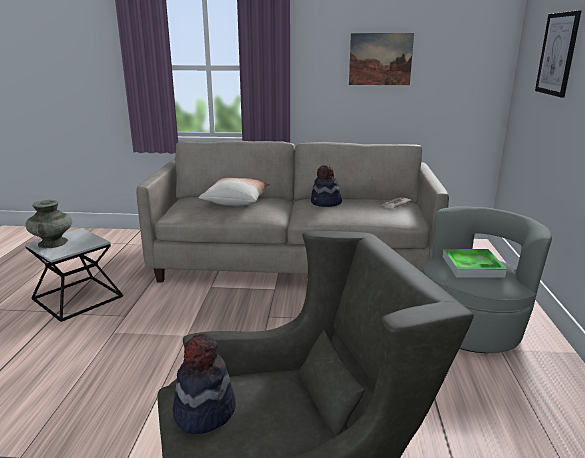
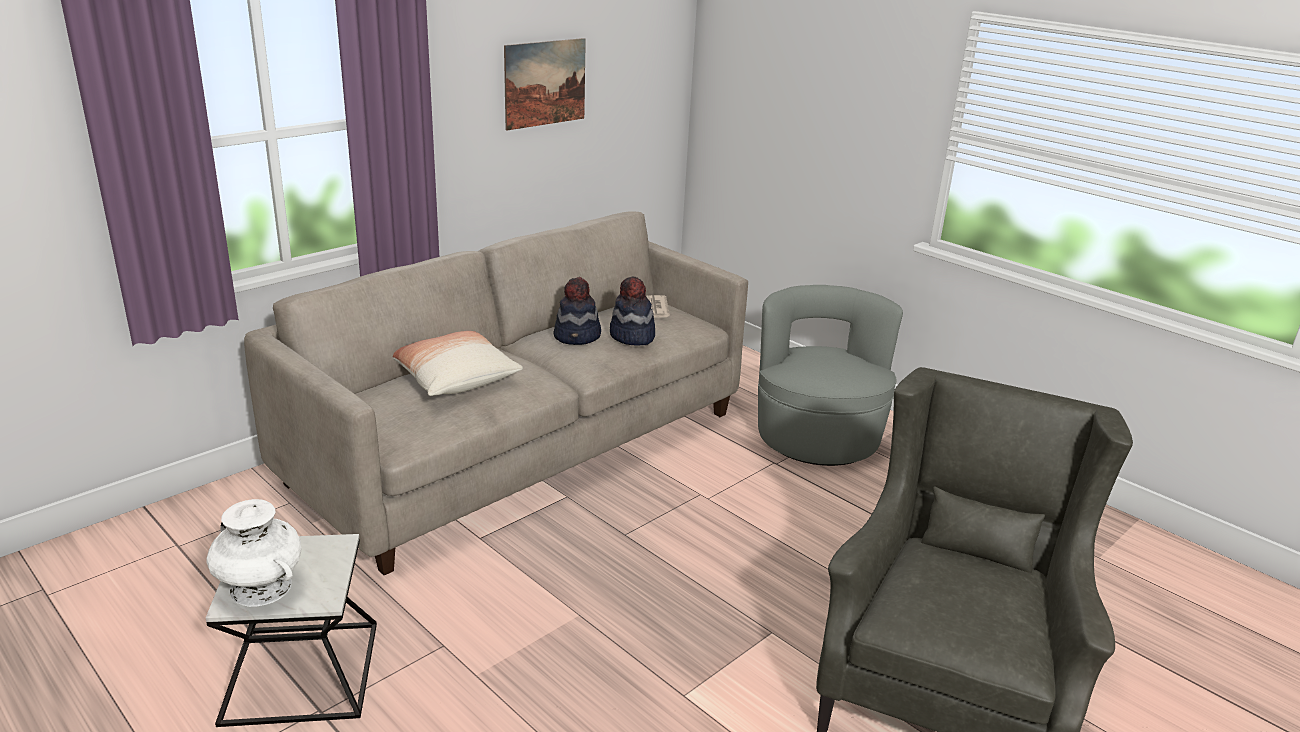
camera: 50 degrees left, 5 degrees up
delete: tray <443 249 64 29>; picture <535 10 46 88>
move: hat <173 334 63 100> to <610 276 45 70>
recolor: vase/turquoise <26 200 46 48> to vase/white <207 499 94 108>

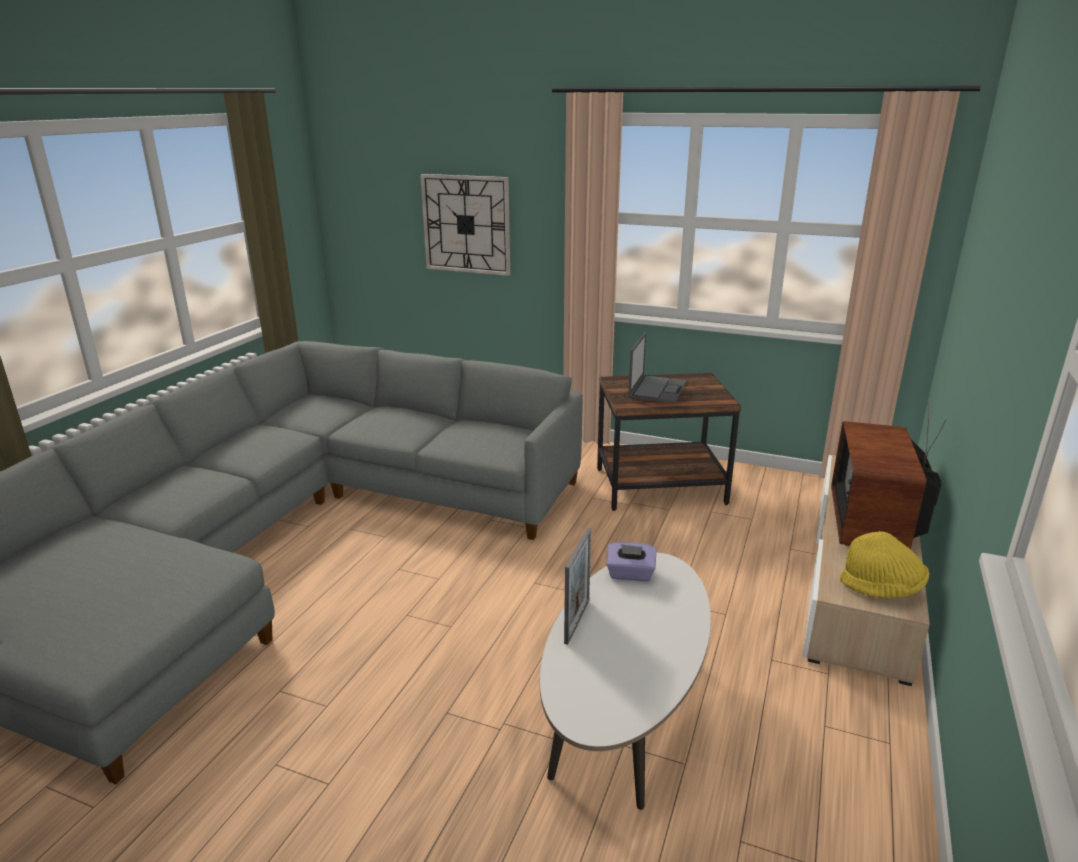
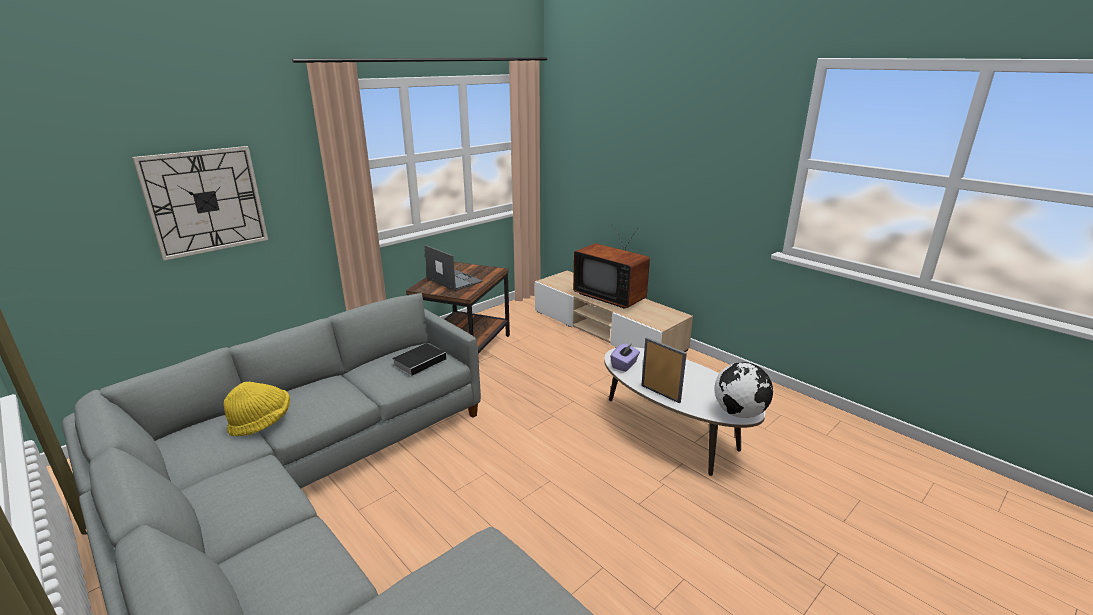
camera: 65 degrees left, 0 degrees up
insert: book <392 343 59 33>; globe <714 362 59 56>
move: hat/yellow <840 531 89 67> to <224 382 66 54>

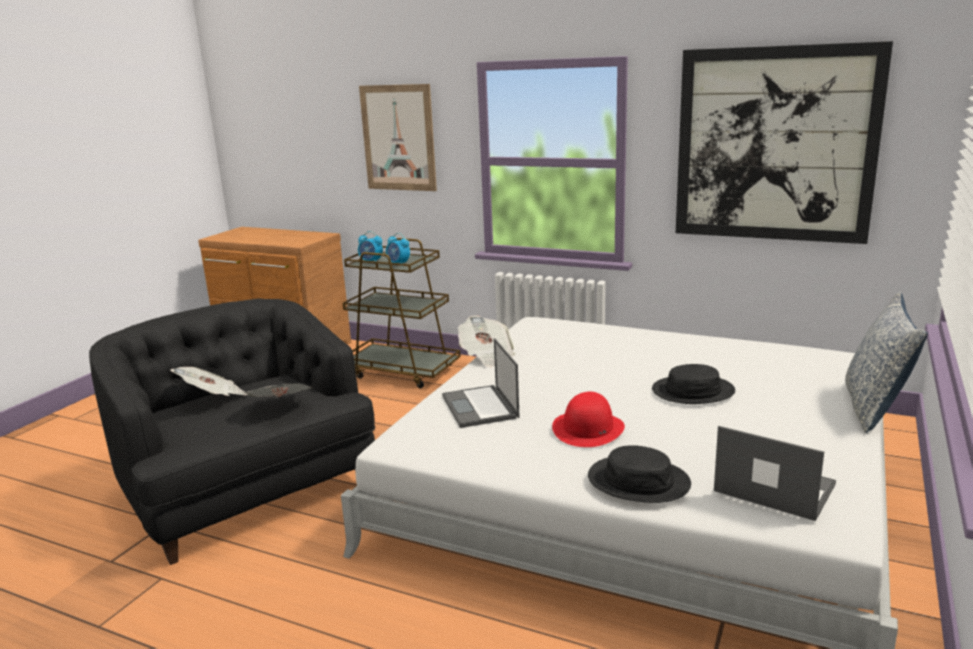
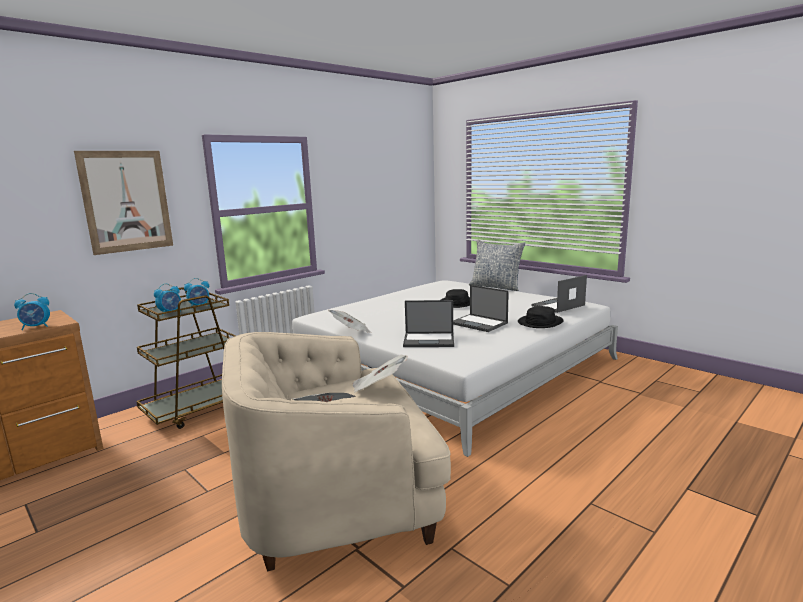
camera: 70 degrees left, 5 degrees down
delete: picture <676 41 217 203>
insert: alarm clock <14 293 36 37>
replace: hat/red <552 392 73 55> to laptop <453 285 56 47>
recolor: armchair/black <89 298 286 267> to armchair/beige <222 332 229 240>

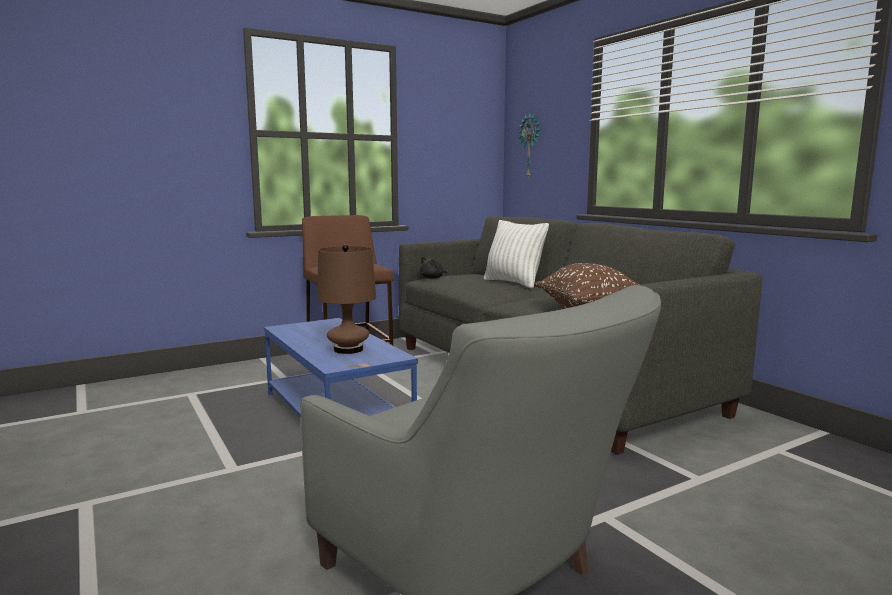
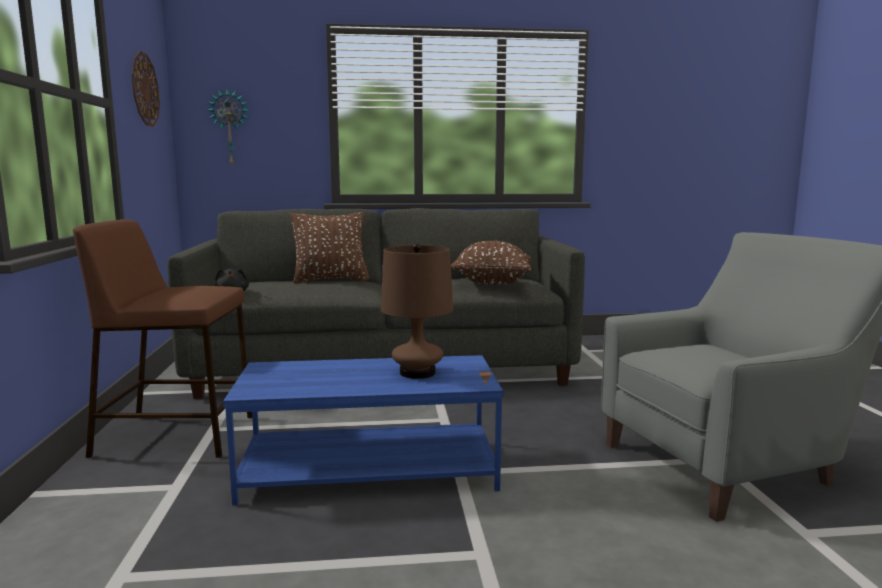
camera: 65 degrees left, 0 degrees up
insert: wall clock <132 51 28 76>
recolor: pillow/white <484 220 65 68> to pillow/brown <290 212 79 72>

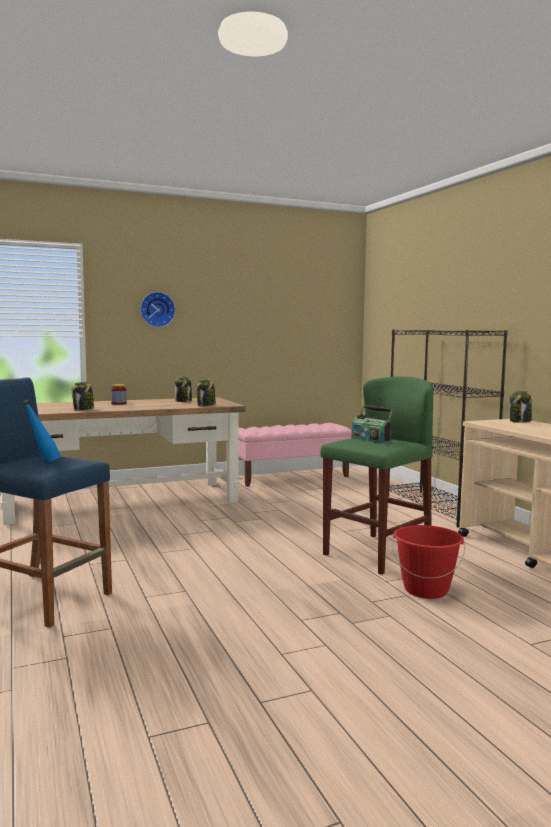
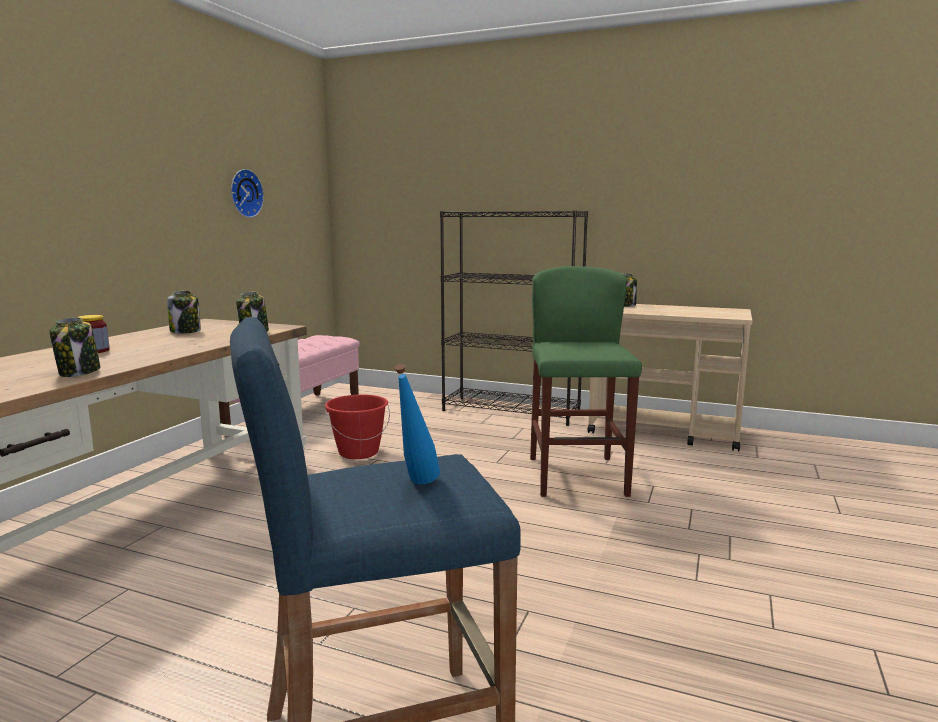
camera: 45 degrees left, 5 degrees up
delete: radio <352 406 41 38>
move: wall clock <140 292 35 36> to <231 169 33 49>; bucket/red <392 525 73 74> to <325 395 65 64>

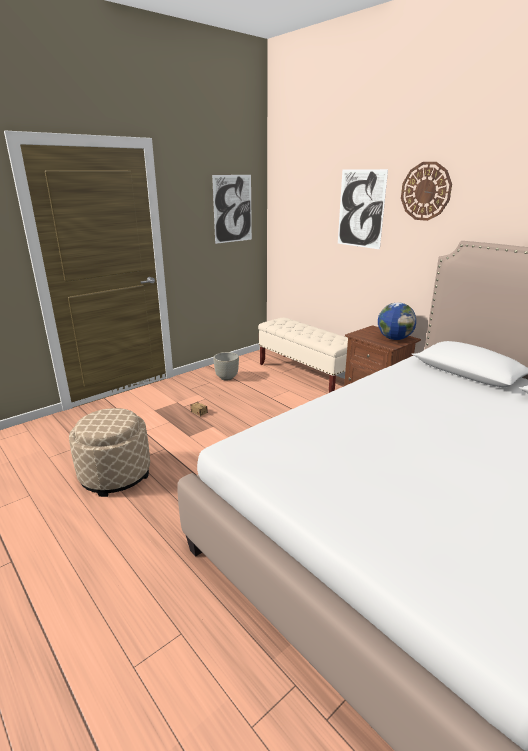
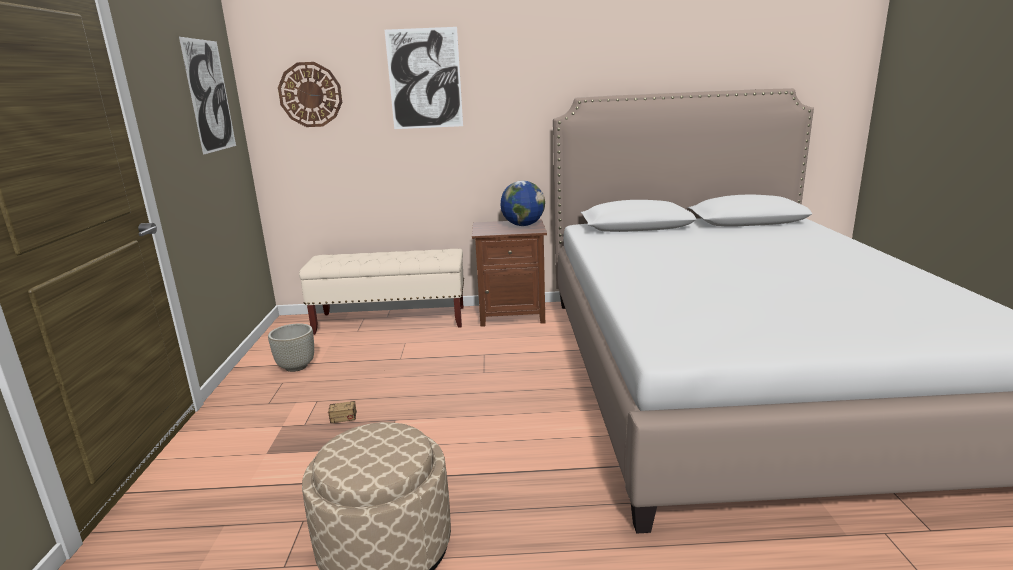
camera: 50 degrees left, 5 degrees down
move: wall clock <401 162 51 59> to <278 62 64 65>

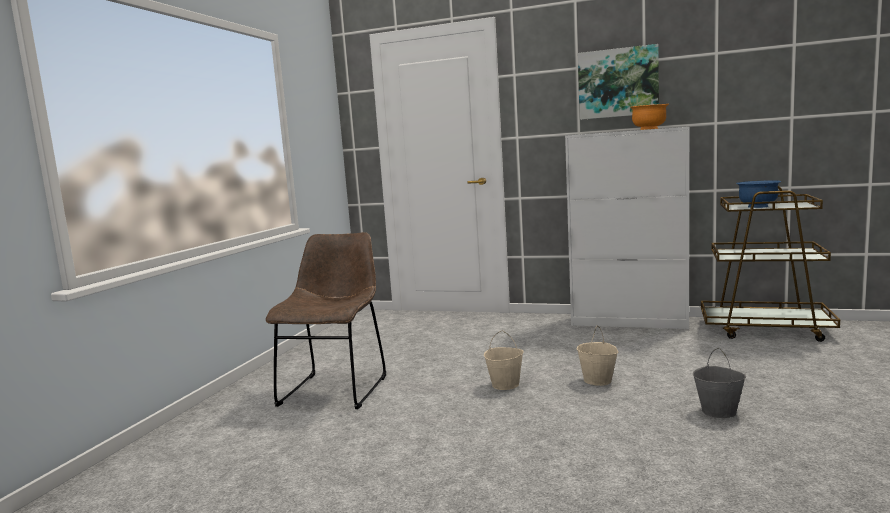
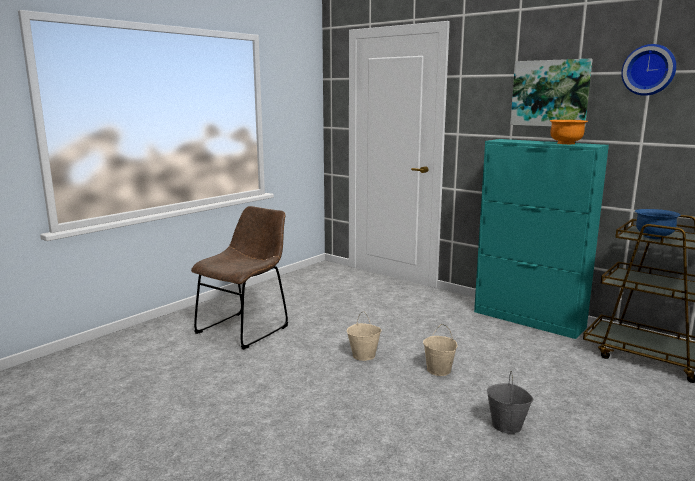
camera: 20 degrees right, 5 degrees up
insert: wall clock <621 44 55 52>
recolor: cabinet/white <565 127 124 202> to cabinet/turquoise <474 139 135 200>

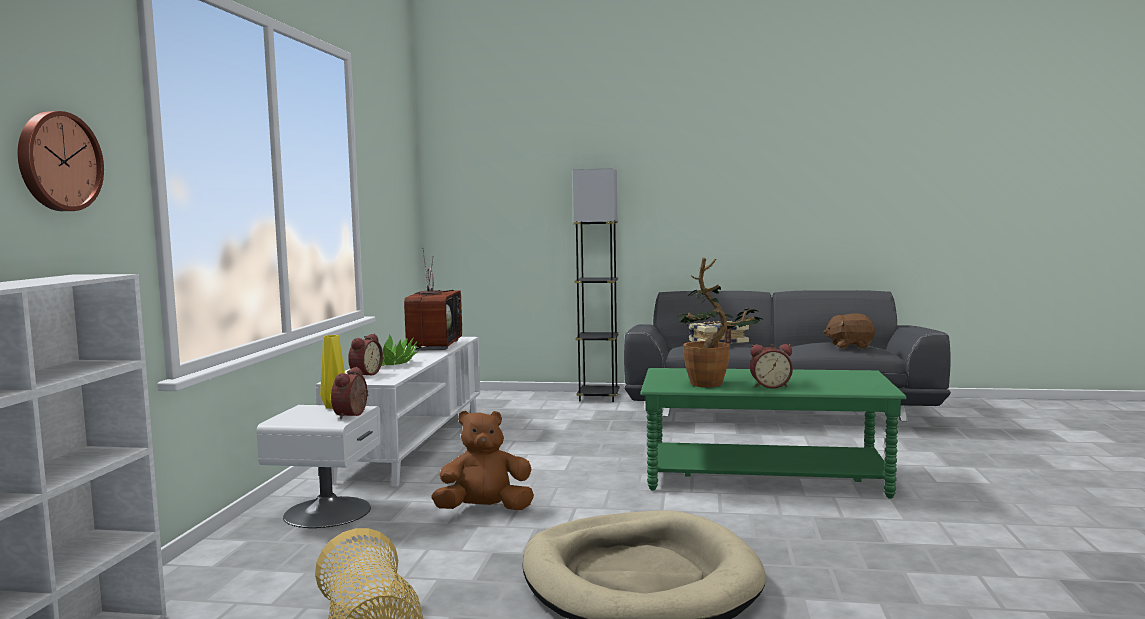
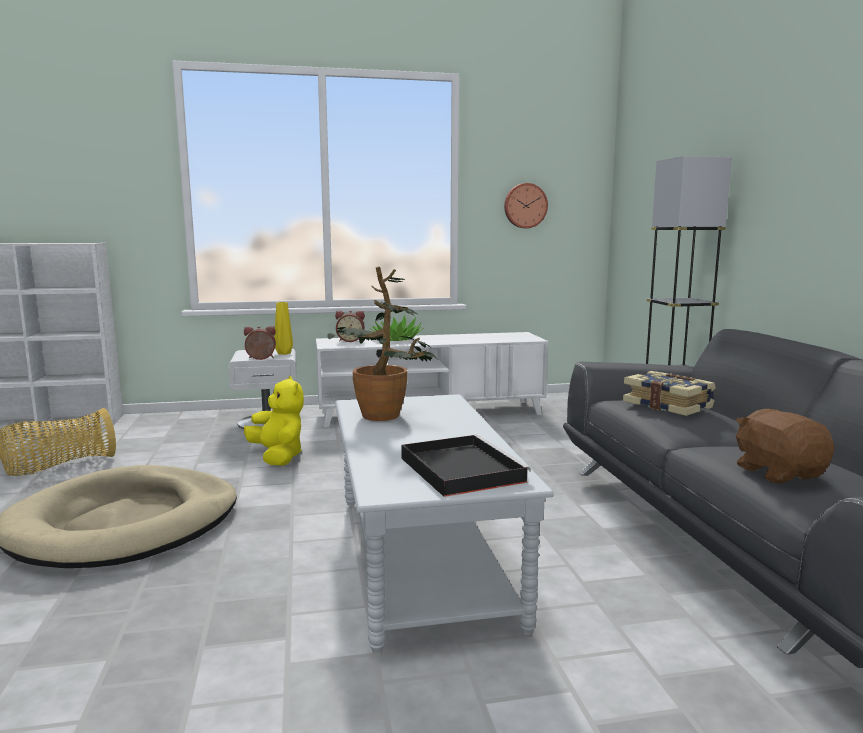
camera: 70 degrees right, 5 degrees up
delete: television <404 248 58 103>; alarm clock <750 344 43 45>
insert: tray/black <401 435 130 62>
move: wall clock <18 111 86 100> to <504 183 44 45>
recolor: plush toy/brown <431 410 103 100> to plush toy/yellow <244 376 60 90>; coffee table/green <640 368 266 131> to coffee table/grey <335 394 218 259>

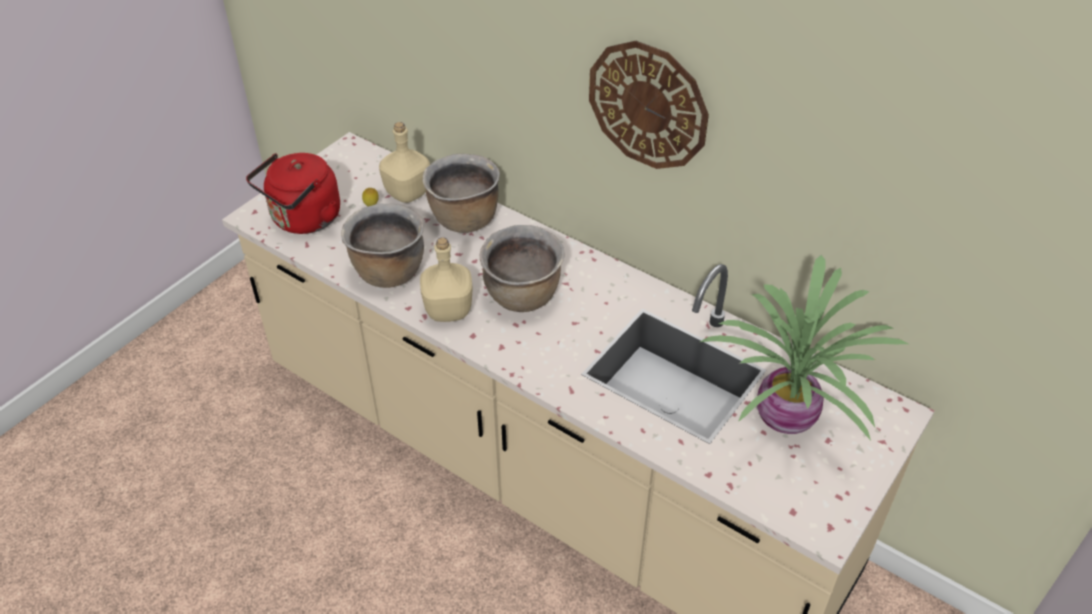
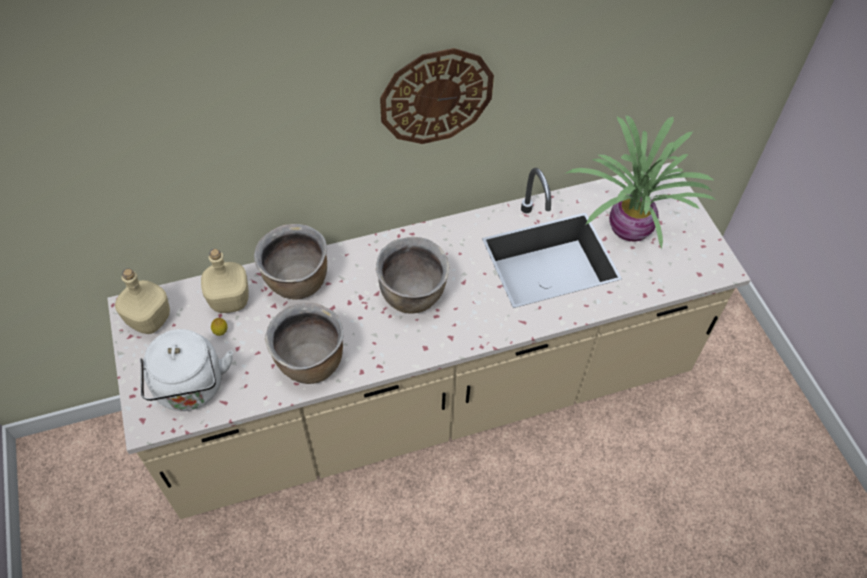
camera: 55 degrees left, 10 degrees up
move: bottle/beige <420 237 53 85> to <115 269 55 65>
recolor: kettle/red <246 153 94 81> to kettle/white <140 329 93 82>

